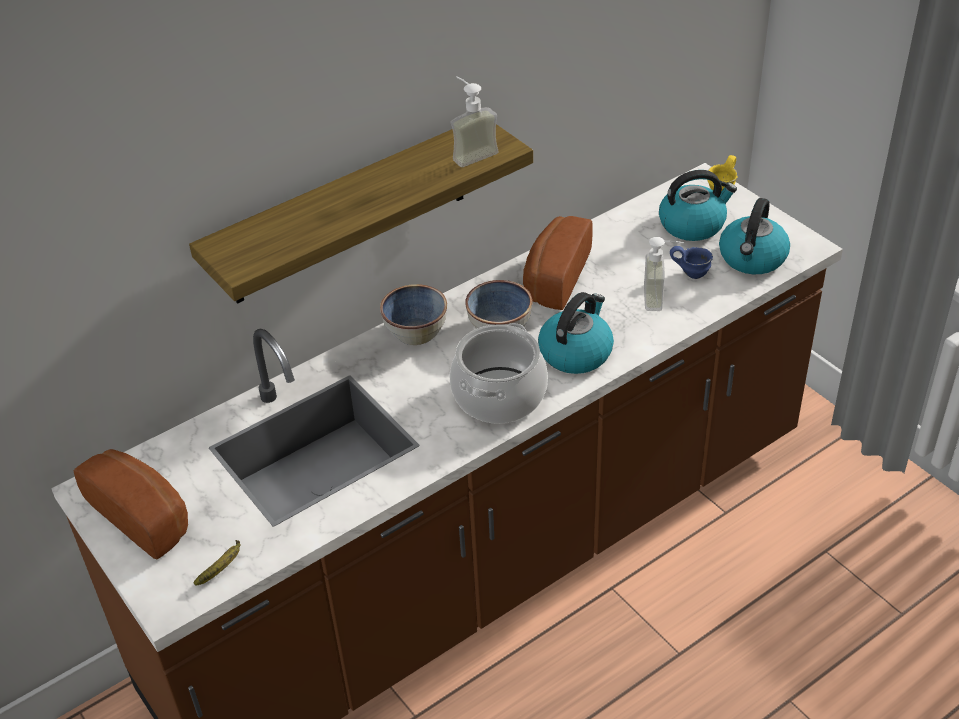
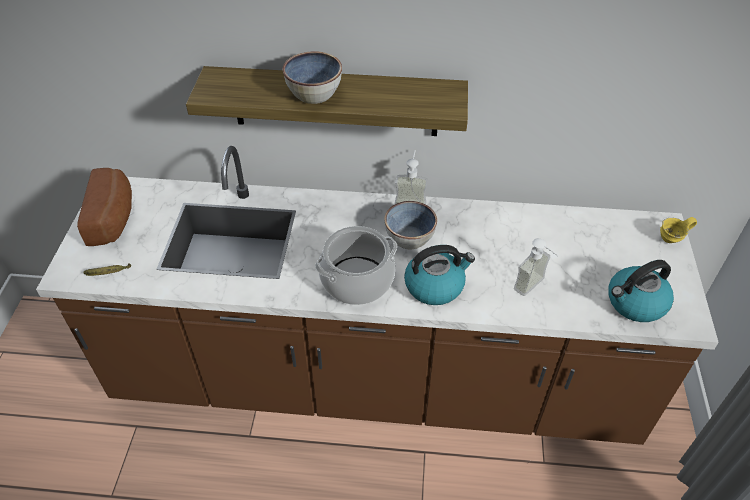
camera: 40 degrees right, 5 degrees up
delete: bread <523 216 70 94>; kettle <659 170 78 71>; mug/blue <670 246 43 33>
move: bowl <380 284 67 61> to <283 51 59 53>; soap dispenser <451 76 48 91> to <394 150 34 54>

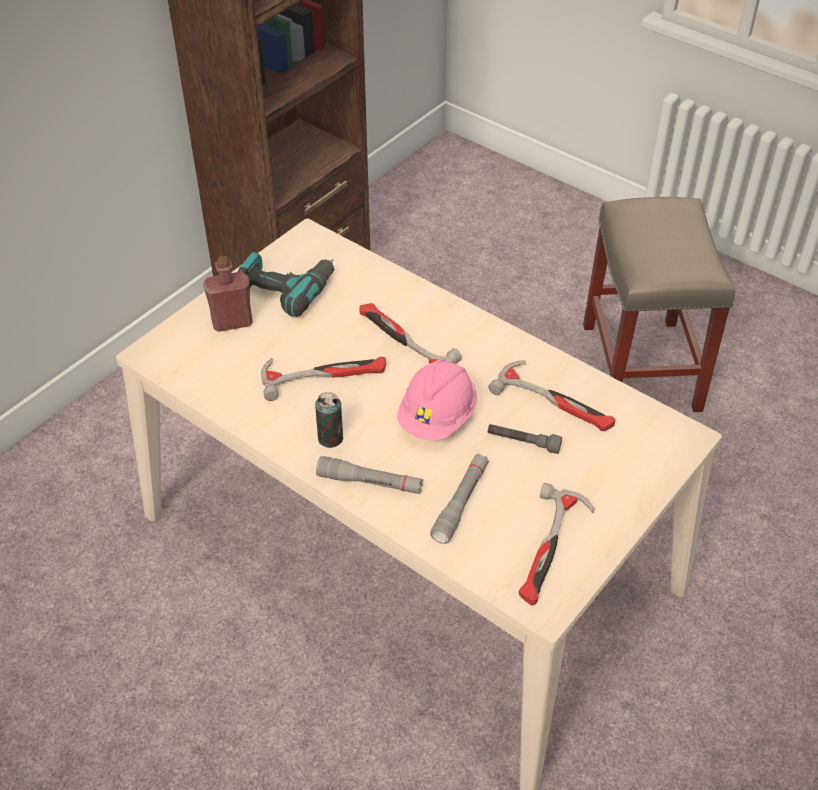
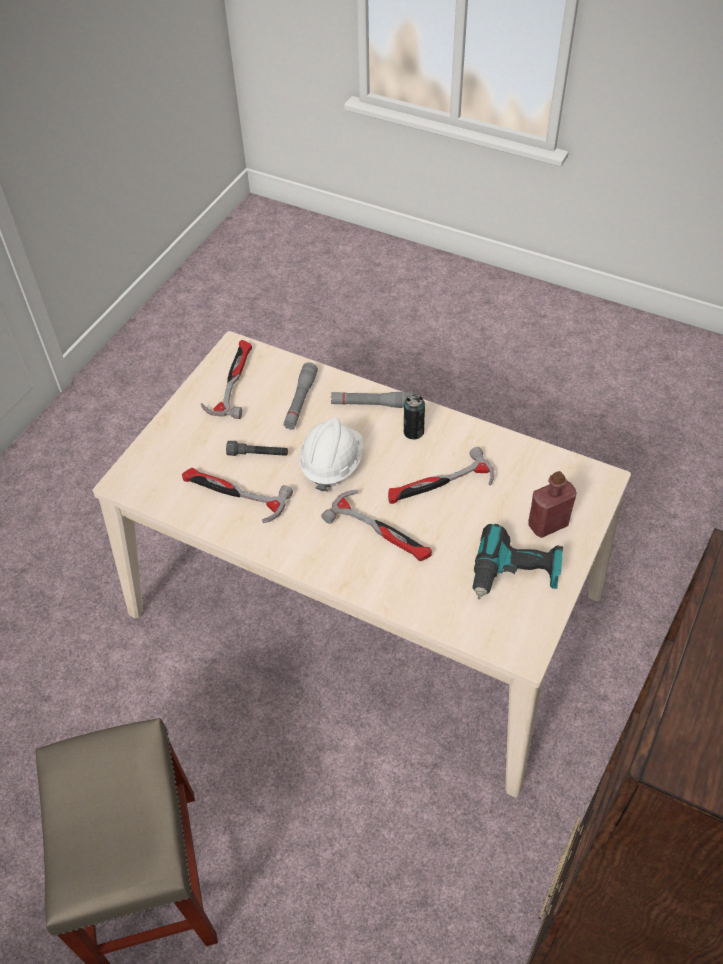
camera: 170 degrees right, 5 degrees up
recolor: hard hat/pink <397 359 80 81> to hard hat/white <299 417 64 75>

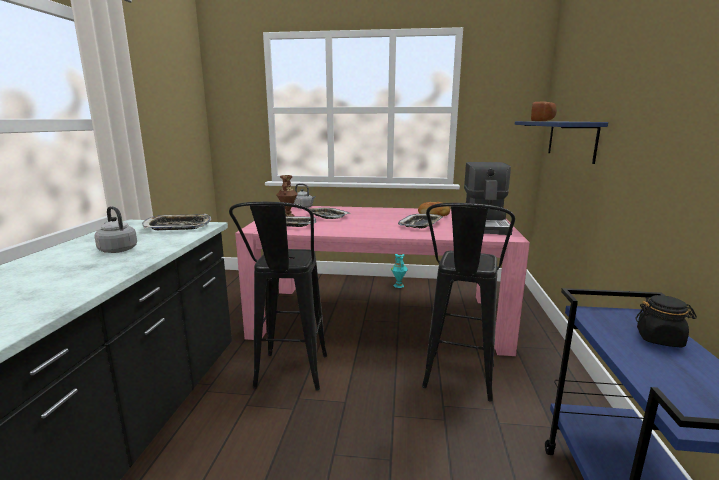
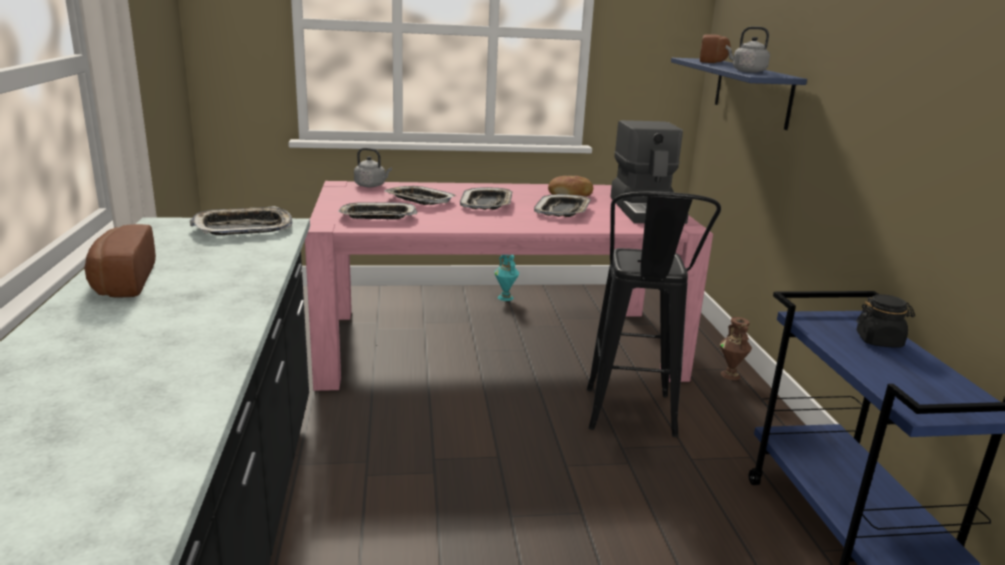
camera: 15 degrees left, 5 degrees up
delete: stool/black <229 202 98 189>
insert: bread <84 224 72 74>; tray <460 187 52 23>
move: vase/brown <277 175 21 41> to <720 317 32 63>; kettle/grey <94 206 43 47> to <726 26 44 47>

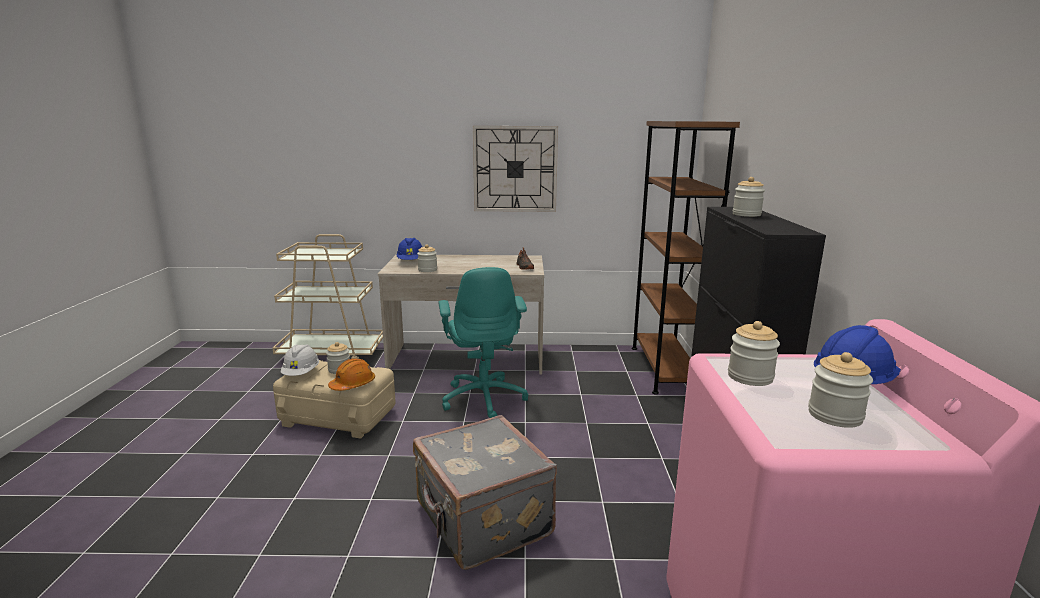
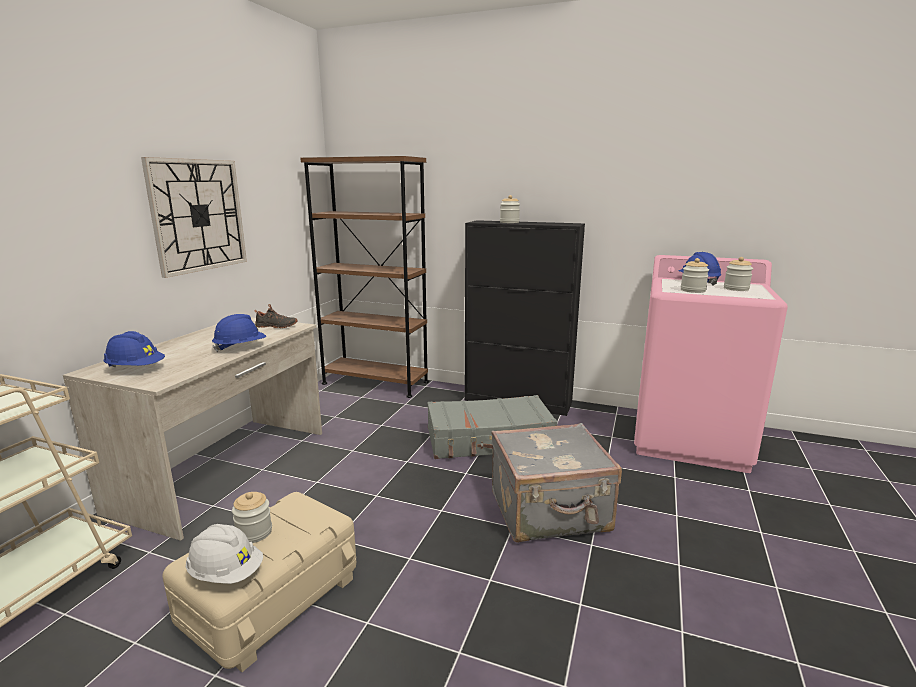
camera: 70 degrees left, 0 degrees up
delete: hard hat/orange <328 359 47 32>; jar <417 244 20 28>; office chair/turquoise <438 267 90 151>
insert: hard hat/blue <212 314 54 39>; suitcase/grey <427 395 130 64>

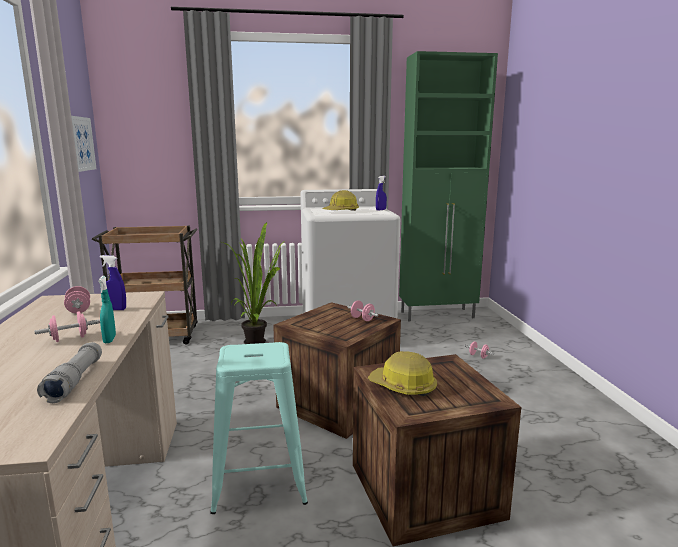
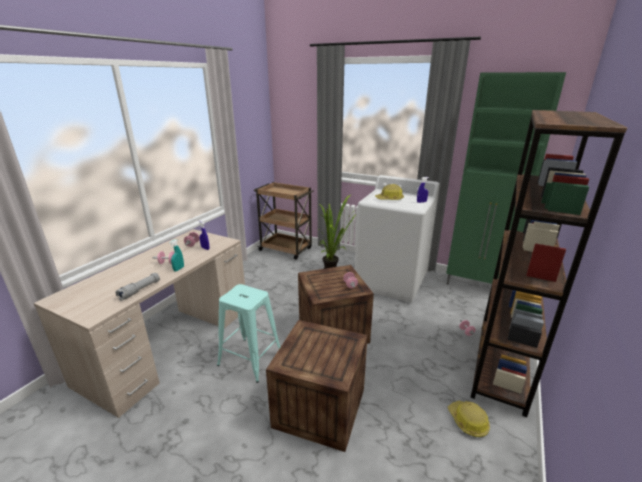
camera: 35 degrees right, 10 degrees up
delete: picture <71 116 26 56>
insert: bookcase/brown <470 110 157 307>
move: hard hat <368 351 69 45> to <448 401 42 36>

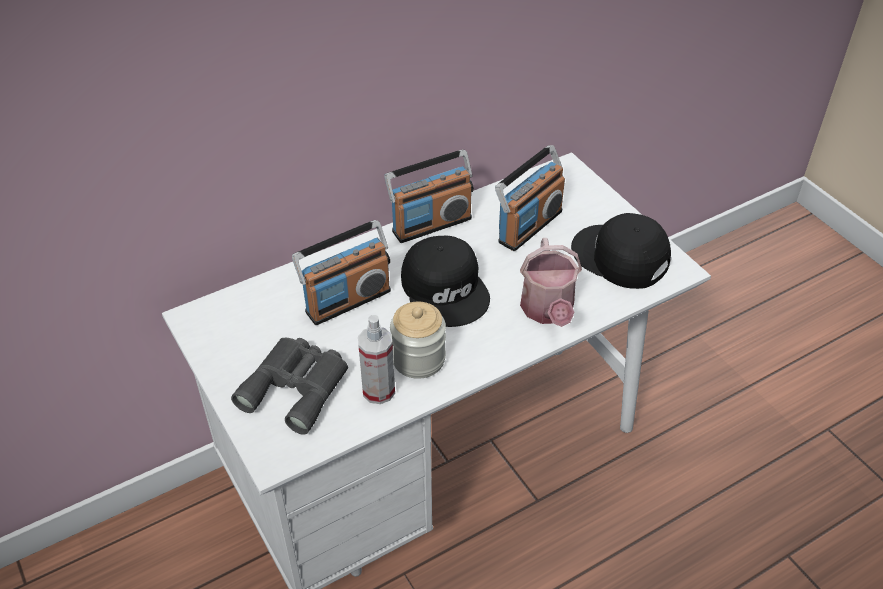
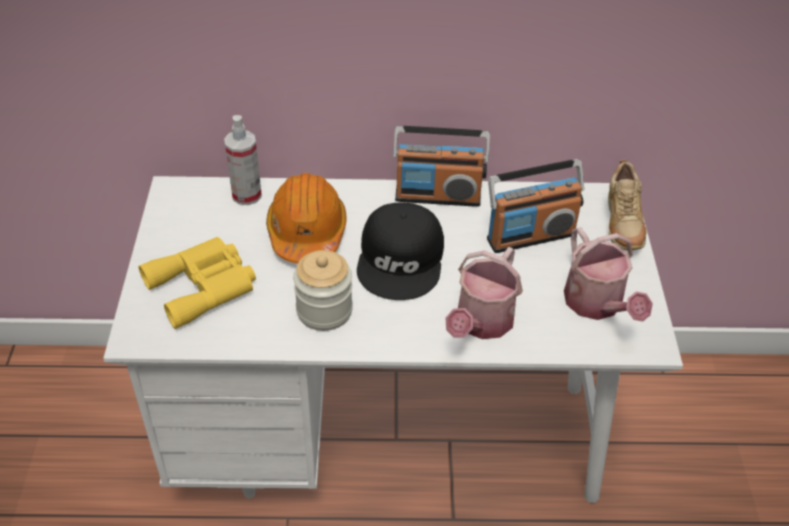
camera: 30 degrees right, 0 degrees up
insert: shoe/beige <608 160 38 90>
move: spray bottle <358 315 37 89> to <224 115 38 90>
replace: radio <292 220 99 105> to hard hat/orange <266 173 81 91>; cap/black <571 213 100 76> to watering can <564 227 89 95>
recolor: binoculars/grey <231 338 117 97> to binoculars/yellow <139 237 117 92>

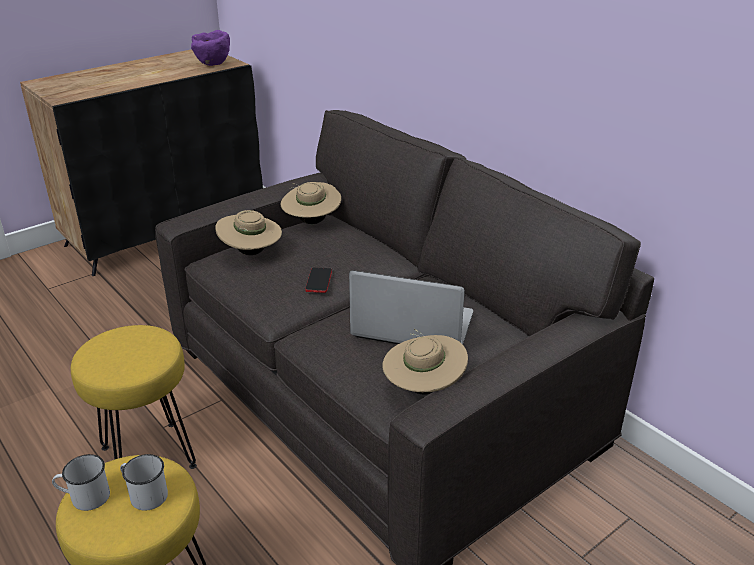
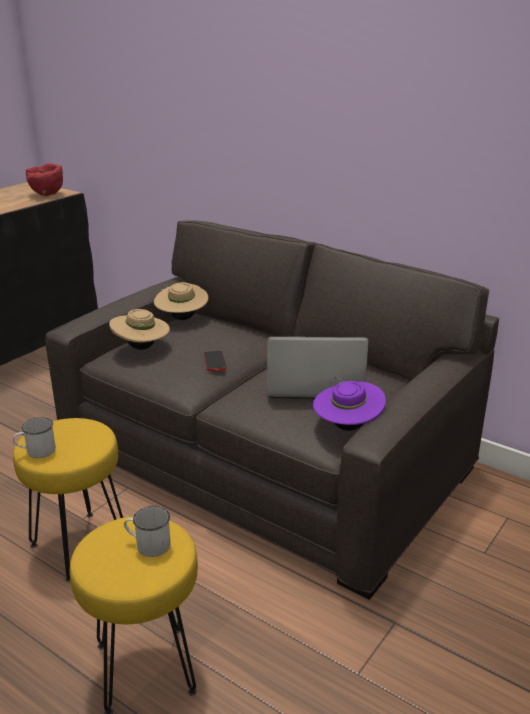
camera: 15 degrees left, 5 degrees down
move: mug/white <52 454 58 57> to <13 417 43 41>
recolor: bowl/purple <191 30 39 36> to bowl/red <26 163 37 33>; hat/beige <382 329 86 66> to hat/purple <313 377 73 54>

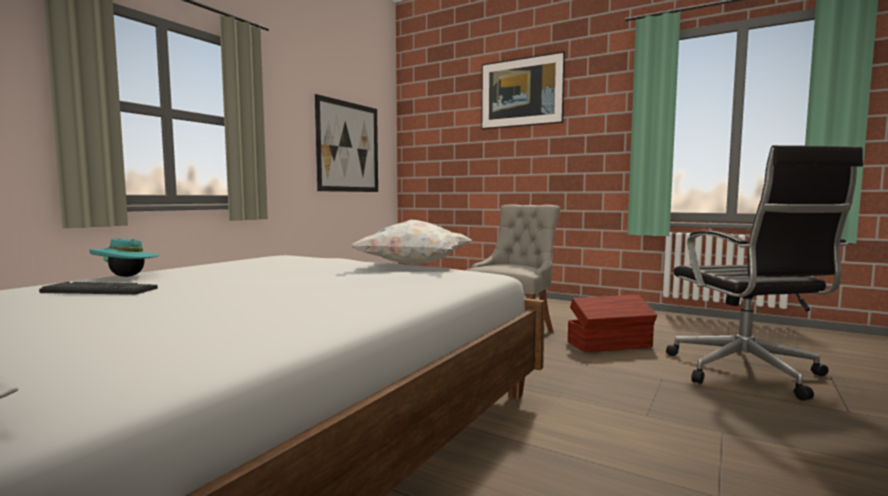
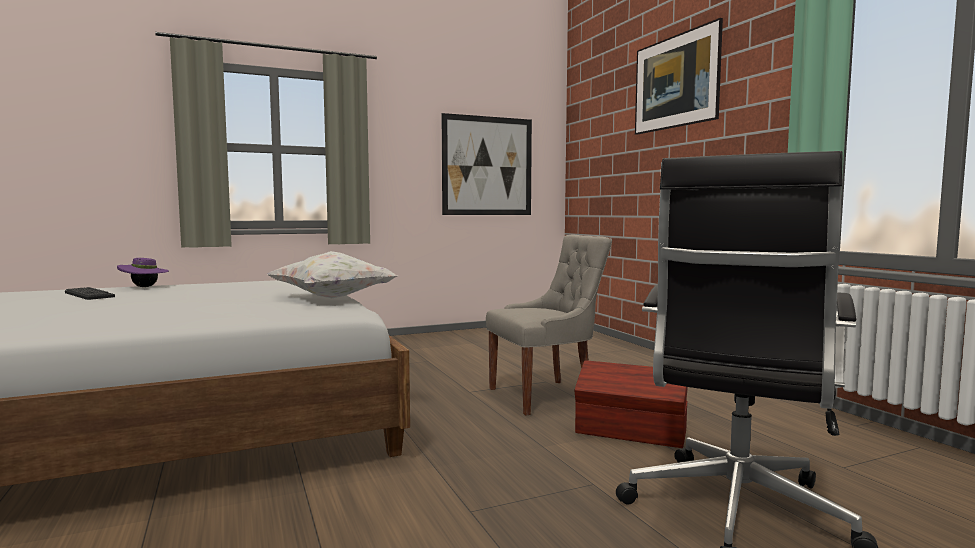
camera: 35 degrees right, 0 degrees up
recolor: hat/turquoise <90 239 70 38> to hat/purple <117 258 52 29>

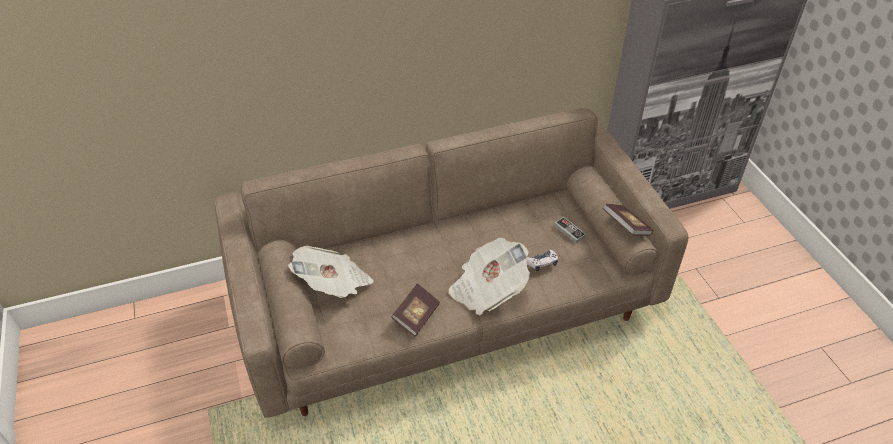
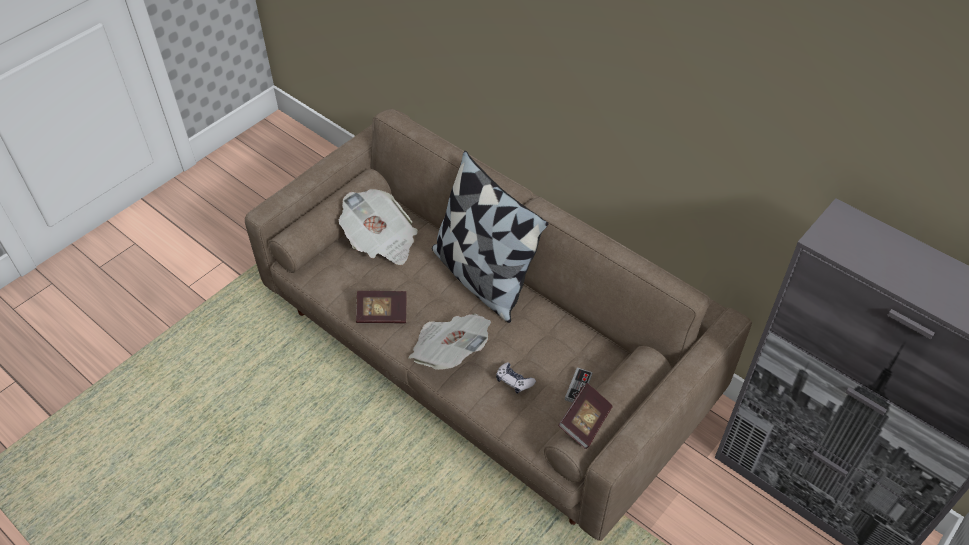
camera: 60 degrees right, 5 degrees up
insert: pillow <432 151 116 172>

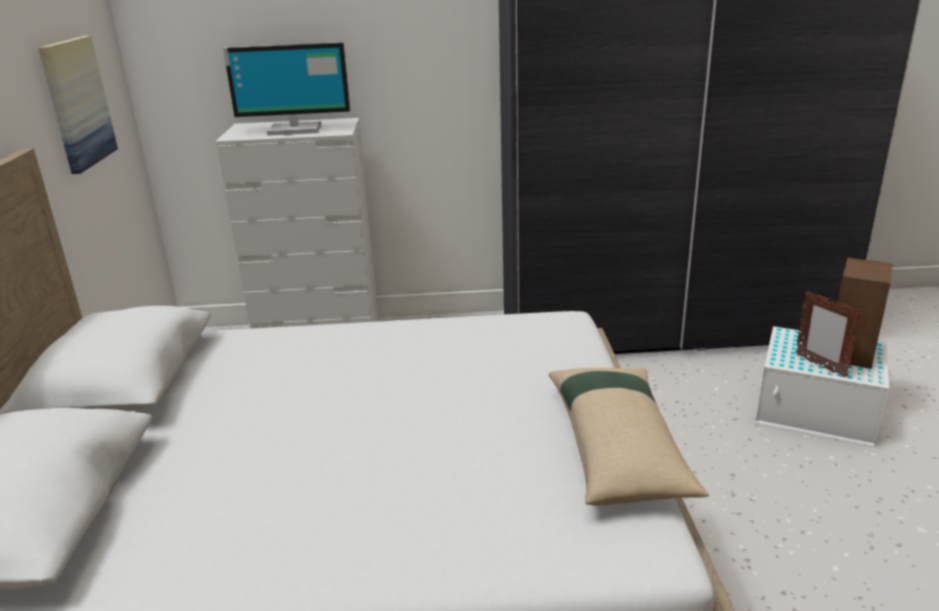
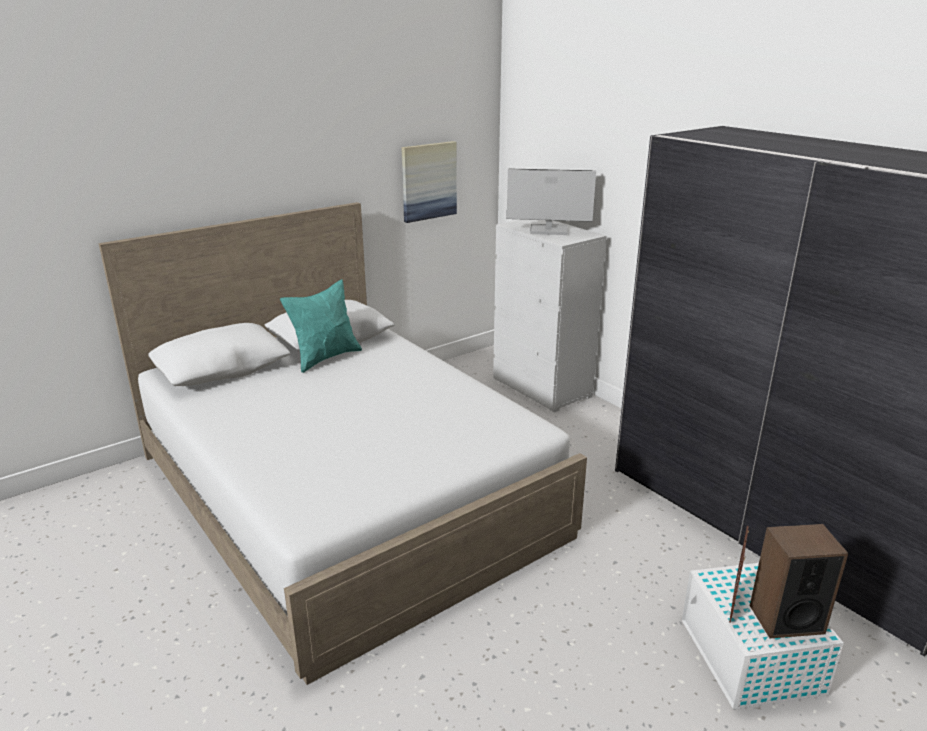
camera: 55 degrees right, 0 degrees up
delete: pillow/beige <549 368 160 138>
insert: pillow/turquoise <280 279 82 94>
rotate: monitor <223 42 128 94> = <507 168 89 67> 135 degrees clockwise

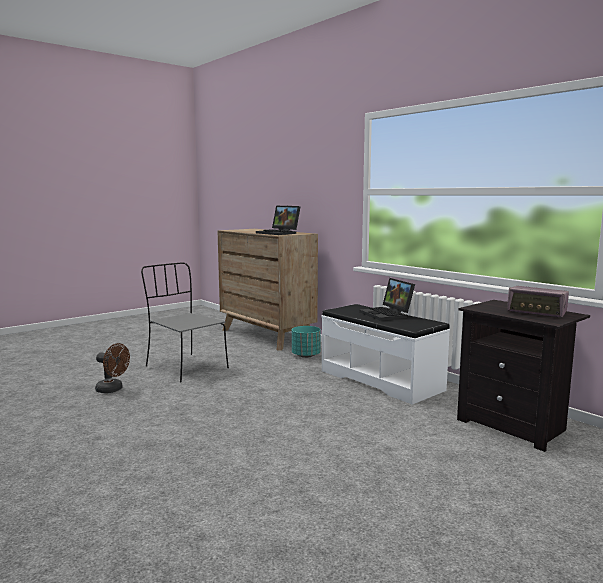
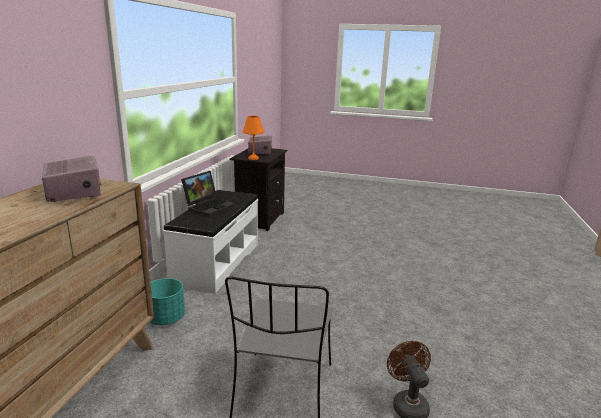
camera: 125 degrees left, 10 degrees up
insert: table lamp/orange <243 116 21 44>
replace: laptop <256 206 44 29> to radio <42 156 59 46>

